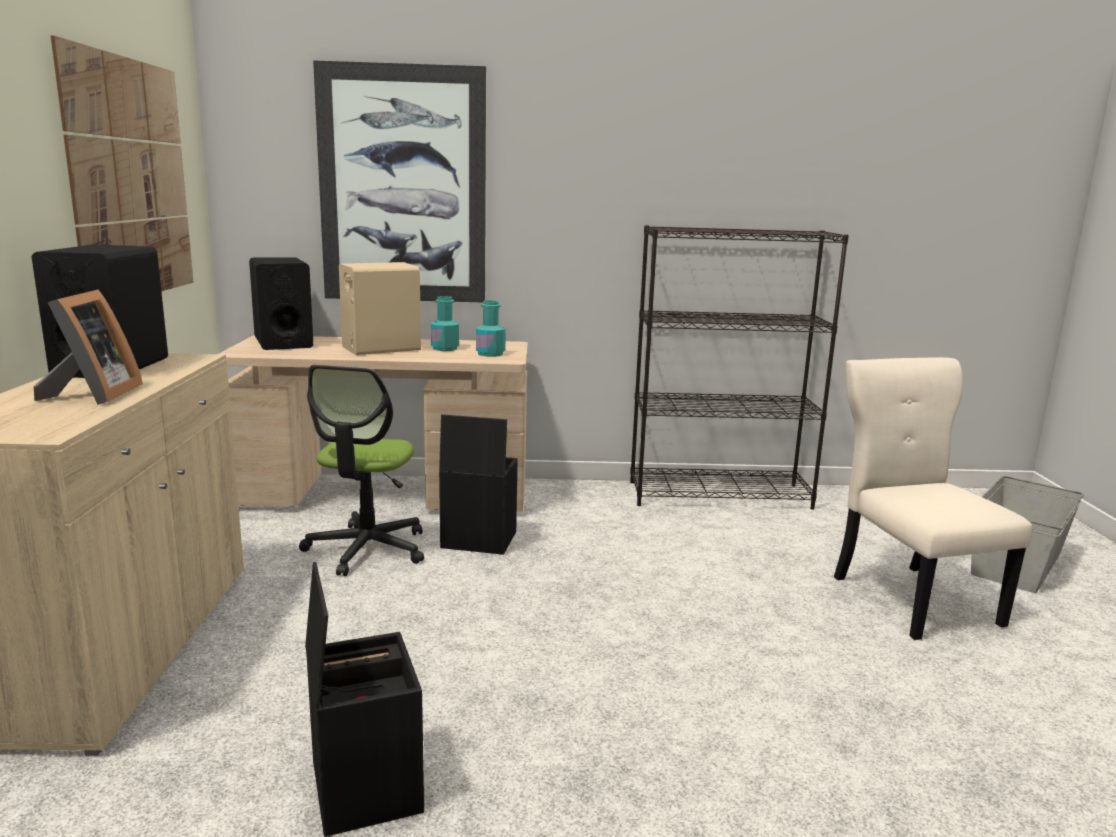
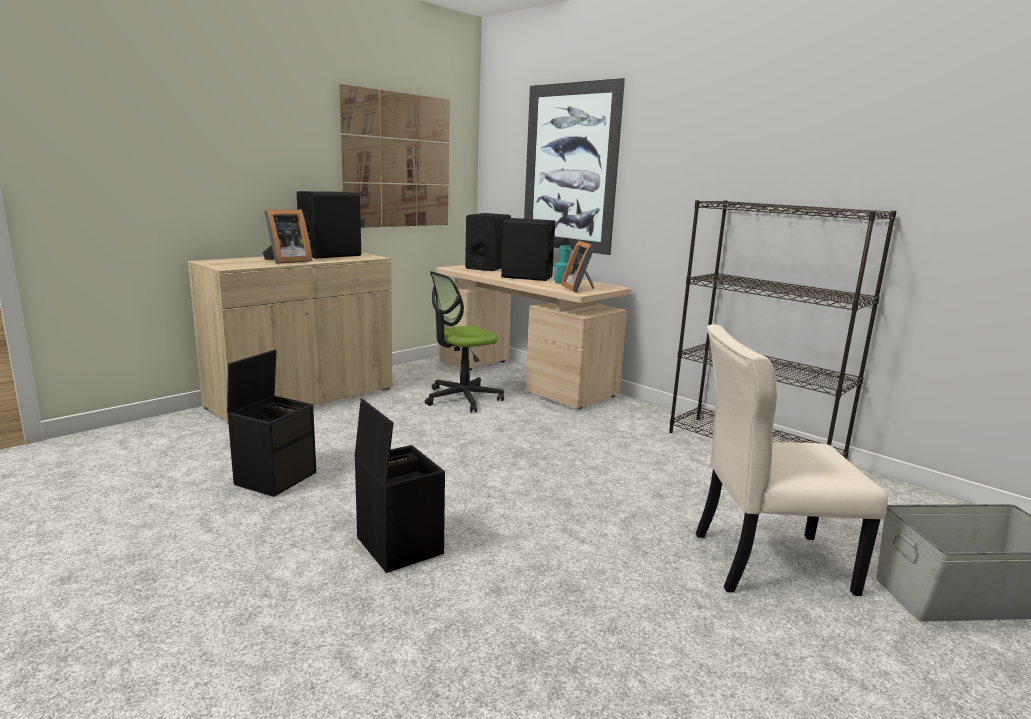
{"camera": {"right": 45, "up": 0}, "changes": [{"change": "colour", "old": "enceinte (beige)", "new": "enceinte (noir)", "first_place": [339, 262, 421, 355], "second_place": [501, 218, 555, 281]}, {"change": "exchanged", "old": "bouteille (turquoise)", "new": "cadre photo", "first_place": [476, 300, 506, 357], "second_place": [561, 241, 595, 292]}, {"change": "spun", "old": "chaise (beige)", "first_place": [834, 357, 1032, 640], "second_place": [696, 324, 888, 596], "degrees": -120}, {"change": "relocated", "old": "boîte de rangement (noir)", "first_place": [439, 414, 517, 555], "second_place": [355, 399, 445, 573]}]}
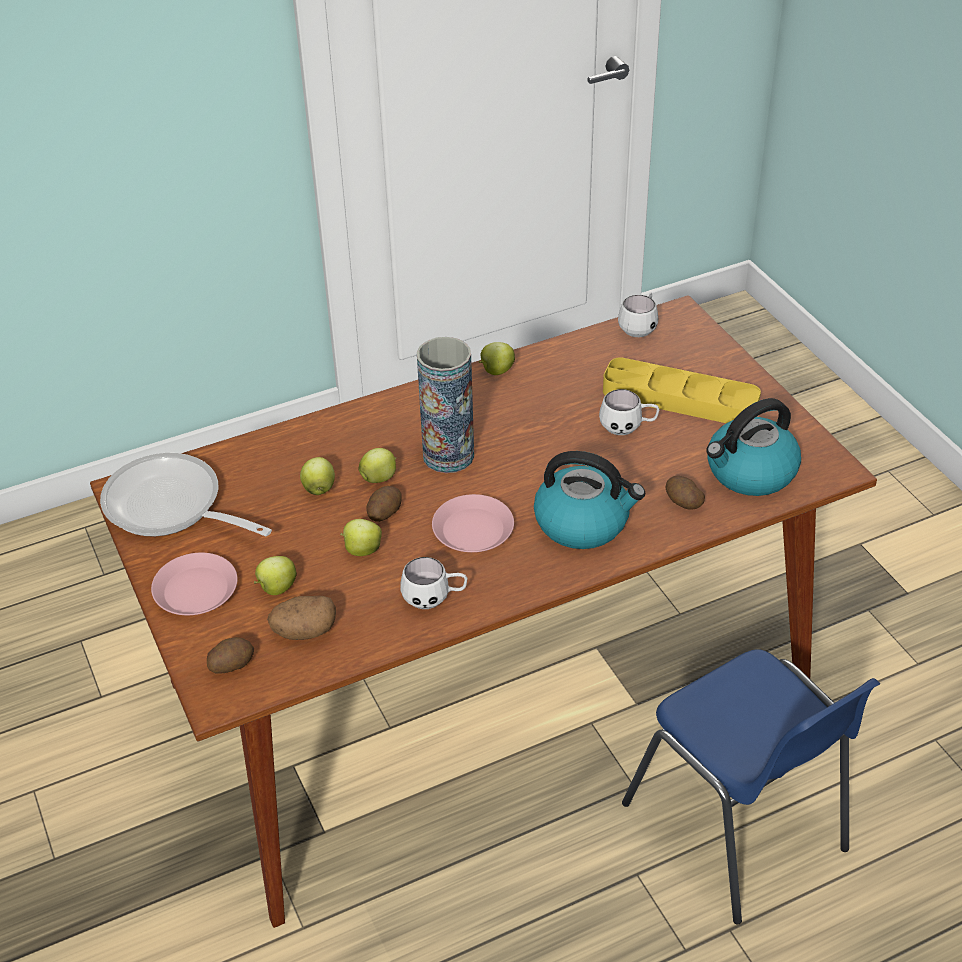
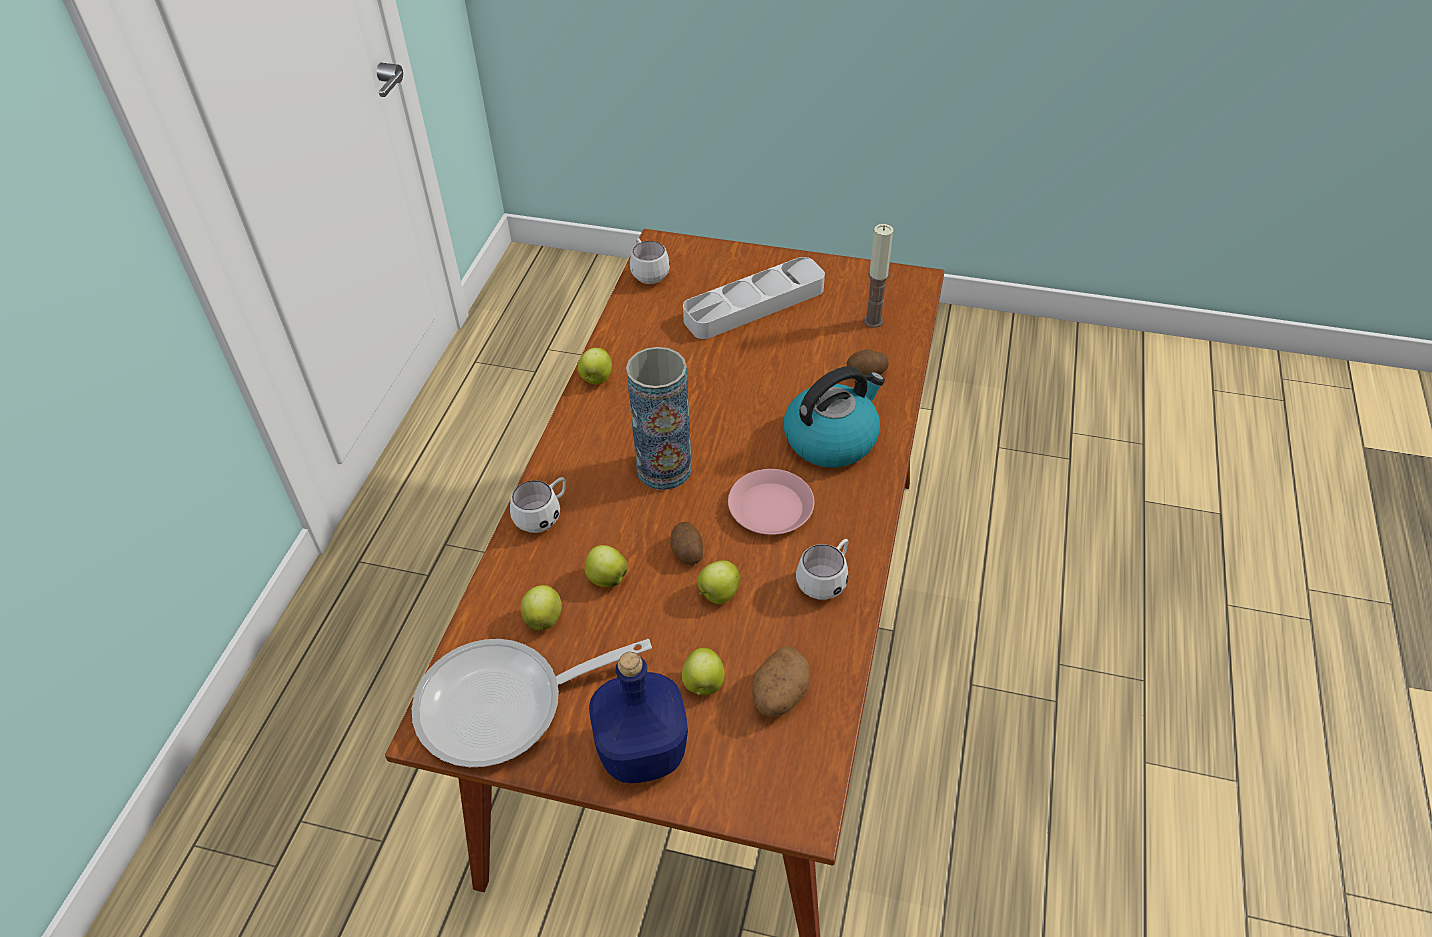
{"camera": {"right": -50, "up": 5}, "changes": [{"change": "colour", "old": "plateau (jaune)", "new": "plateau (gris)", "first_place": [603, 357, 761, 423], "second_place": [683, 257, 825, 339]}, {"change": "relocated", "old": "mug (blanc)", "first_place": [599, 389, 660, 435], "second_place": [510, 477, 566, 533]}, {"change": "exchanged", "old": "bouilloire", "new": "bougie", "first_place": [706, 398, 801, 496], "second_place": [864, 224, 893, 328]}, {"change": "relocated", "old": "pomme", "first_place": [359, 448, 396, 483], "second_place": [521, 585, 562, 631]}, {"change": "exchanged", "old": "assiette (rose)", "new": "bouteille (bleu)", "first_place": [151, 553, 237, 615], "second_place": [589, 652, 688, 783]}, {"change": "missing", "old": "pomme de terre", "first_place": [207, 637, 254, 674]}, {"change": "missing", "old": "chaise (bleu)", "first_place": [622, 649, 880, 924]}]}
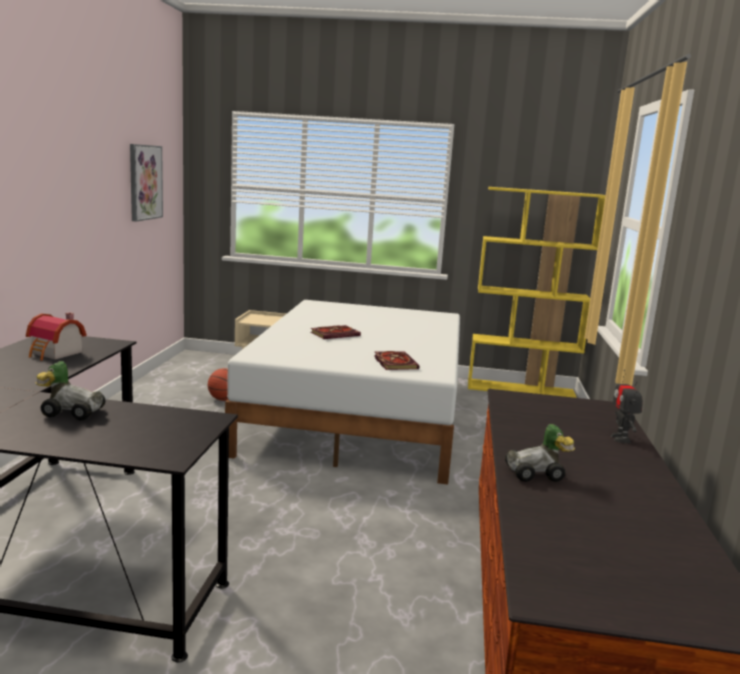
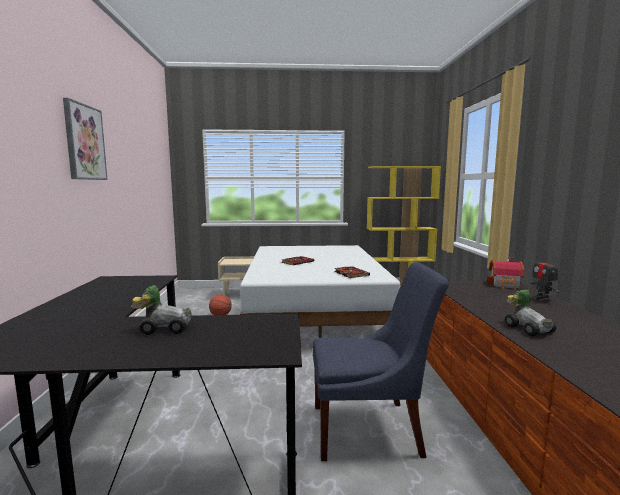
{"camera": {"right": -10, "up": -5}, "changes": [{"change": "relocated", "old": "tableau", "first_place": [130, 144, 163, 222], "second_place": [63, 98, 108, 180]}, {"change": "relocated", "old": "maison miniature", "first_place": [26, 312, 86, 360], "second_place": [487, 258, 524, 290]}, {"change": "spun", "old": "petite voiture", "first_place": [505, 424, 575, 482], "second_place": [505, 290, 557, 336], "degrees": -90}, {"change": "appeared", "new": "chaise (bleu)", "second_place": [313, 262, 449, 461]}]}
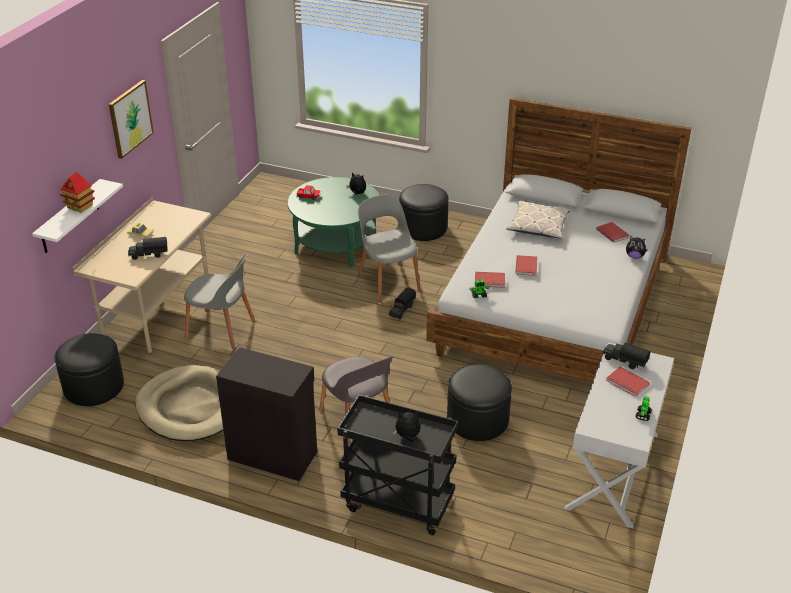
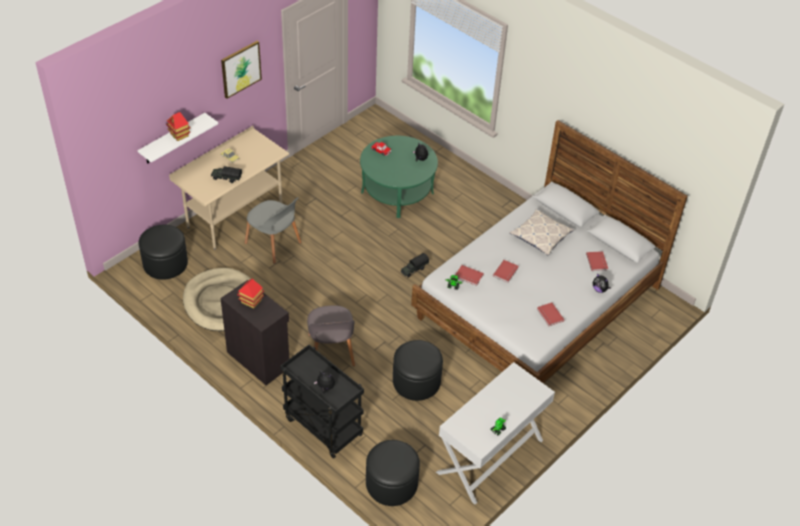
{"camera": {"right": 20, "up": 10}, "changes": [{"change": "relocated", "old": "pouf (noir)", "first_place": [399, 184, 449, 241], "second_place": [366, 440, 420, 506]}, {"change": "missing", "old": "chaise (gris)", "first_place": [358, 195, 421, 302]}, {"change": "missing", "old": "camion jouet", "first_place": [602, 343, 650, 369]}, {"change": "relocated", "old": "livre (rouge)", "first_place": [606, 367, 650, 397], "second_place": [537, 303, 565, 326]}, {"change": "appeared", "new": "maison miniature", "second_place": [237, 279, 264, 309]}]}
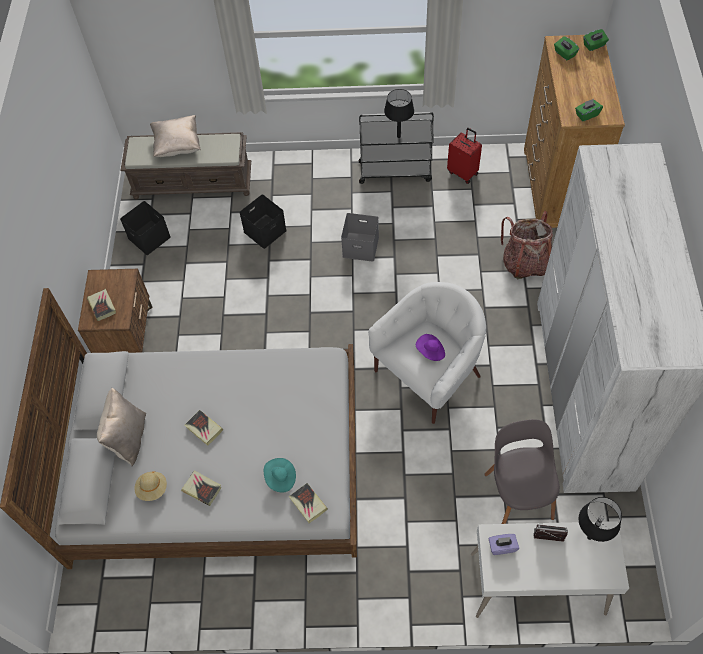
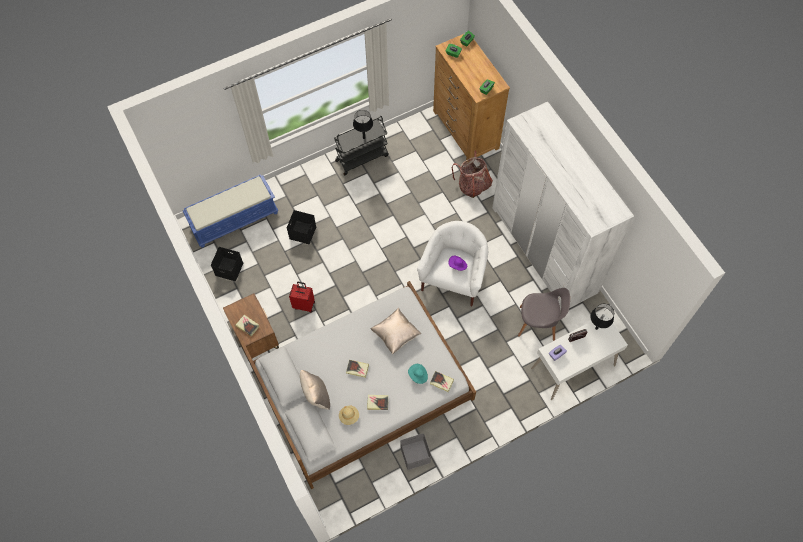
{"camera": {"right": -30, "up": 5}, "changes": [{"change": "relocated", "old": "coussin (beige)", "first_place": [150, 115, 201, 157], "second_place": [371, 307, 421, 354]}, {"change": "relocated", "old": "valise (rouge)", "first_place": [447, 128, 482, 184], "second_place": [289, 282, 315, 313]}, {"change": "colour", "old": "banc (marron)", "new": "banc (bleu)", "first_place": [120, 132, 251, 200], "second_place": [183, 174, 279, 248]}, {"change": "relocated", "old": "boîte de rangement (gris)", "first_place": [341, 213, 379, 262], "second_place": [400, 433, 431, 470]}, {"change": "spun", "old": "chaise (gris)", "first_place": [484, 419, 560, 524], "second_place": [518, 288, 570, 341], "degrees": 135}]}
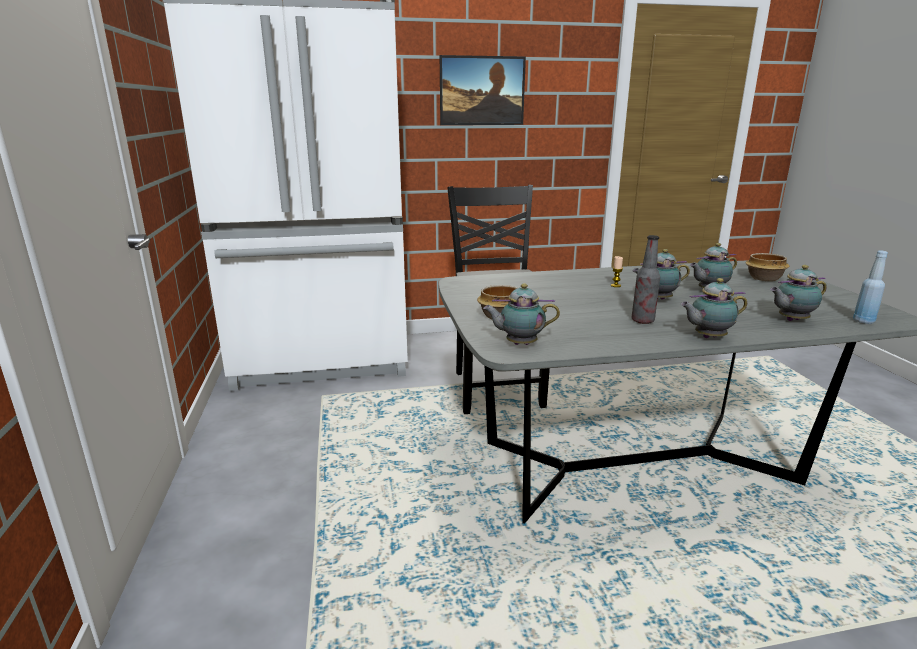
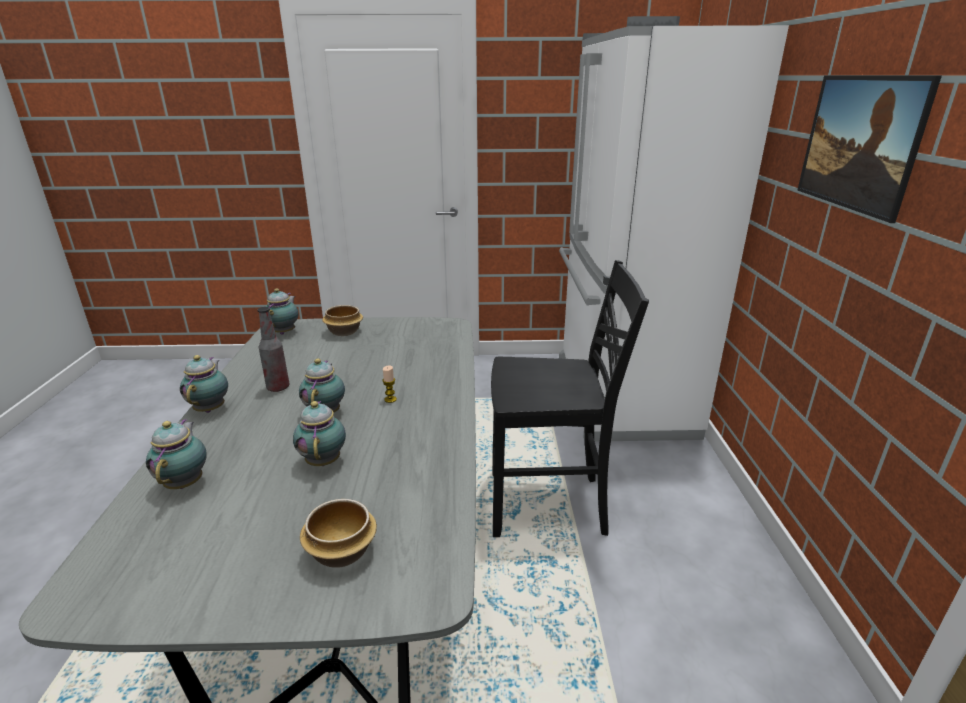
{"camera": {"right": 100, "up": 5}, "changes": [{"change": "missing", "old": "bouteille (bleu)", "first_place": [853, 250, 888, 324]}]}
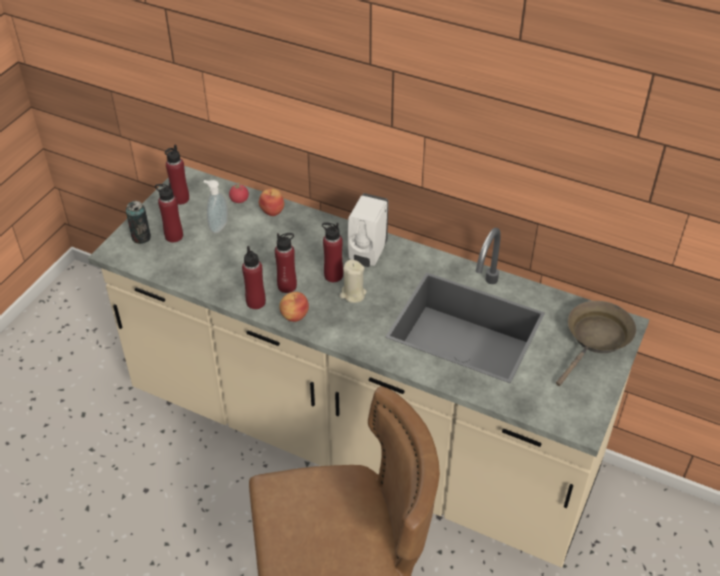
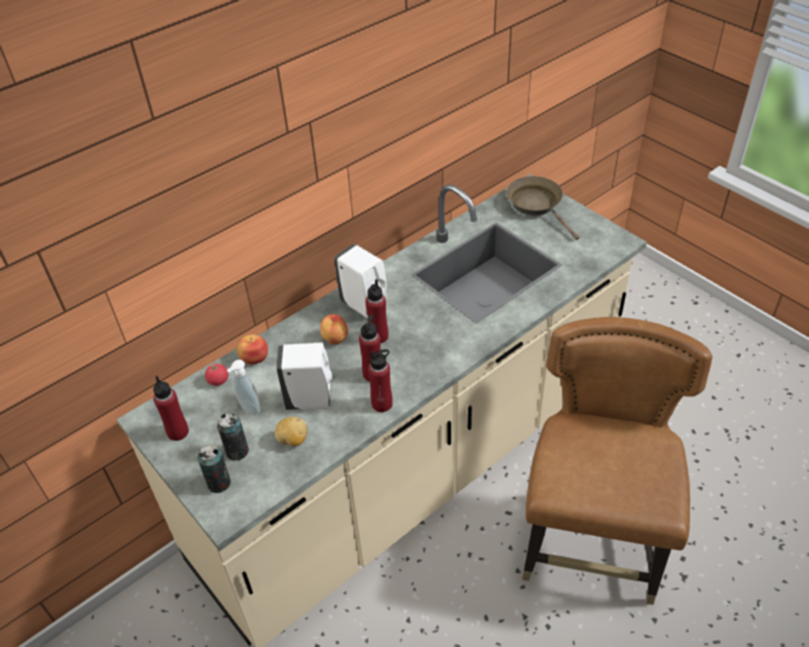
{"camera": {"right": -65, "up": 0}, "changes": [{"change": "exchanged", "old": "bouteille (rouge)", "new": "boîte métallique", "first_place": [155, 183, 183, 242], "second_place": [217, 413, 249, 461]}, {"change": "missing", "old": "bougie (beige)", "first_place": [340, 260, 367, 303]}, {"change": "relocated", "old": "pomme", "first_place": [279, 292, 309, 322], "second_place": [320, 314, 348, 345]}, {"change": "appeared", "new": "distributeur de savon (blanc)", "second_place": [276, 342, 332, 410]}, {"change": "appeared", "new": "pomme de terre", "second_place": [275, 417, 308, 446]}]}
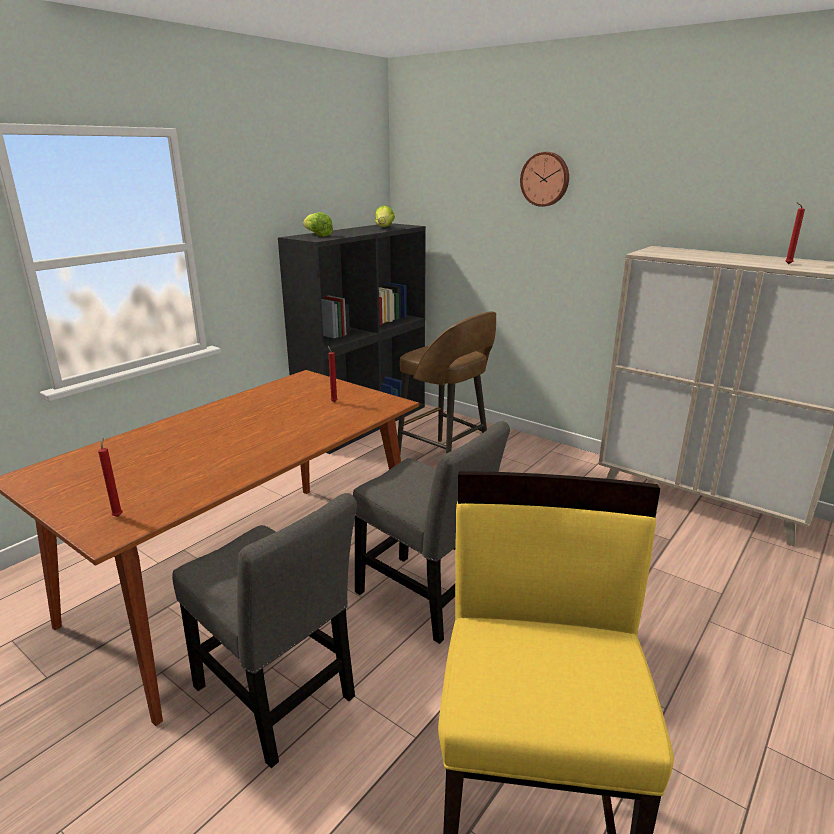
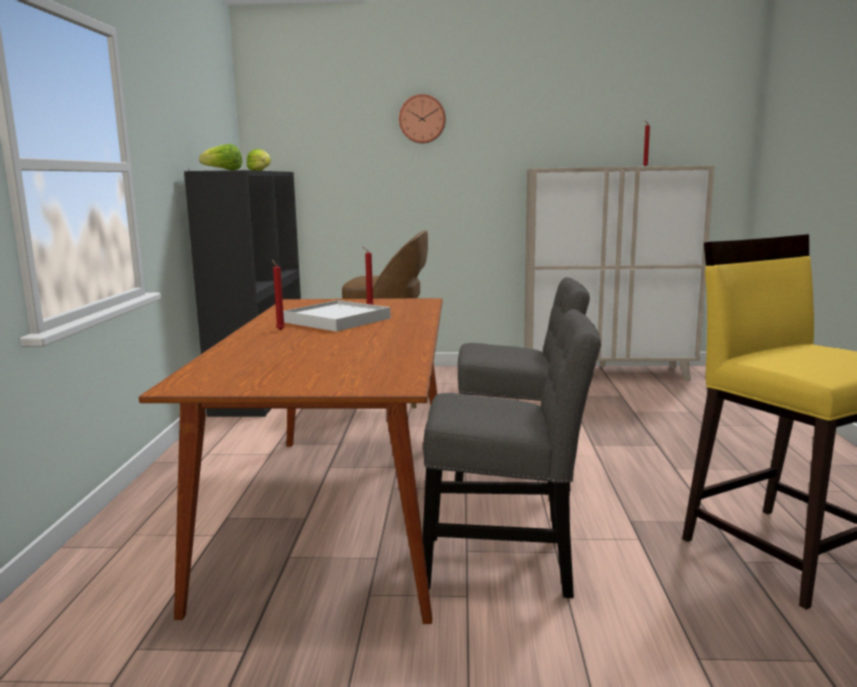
{"camera": {"right": -35, "up": -10}, "changes": [{"change": "relocated", "old": "bougie (rouge)", "first_place": [98, 438, 123, 517], "second_place": [272, 260, 285, 330]}, {"change": "appeared", "new": "plateau (blanc)", "second_place": [283, 300, 391, 332]}]}
